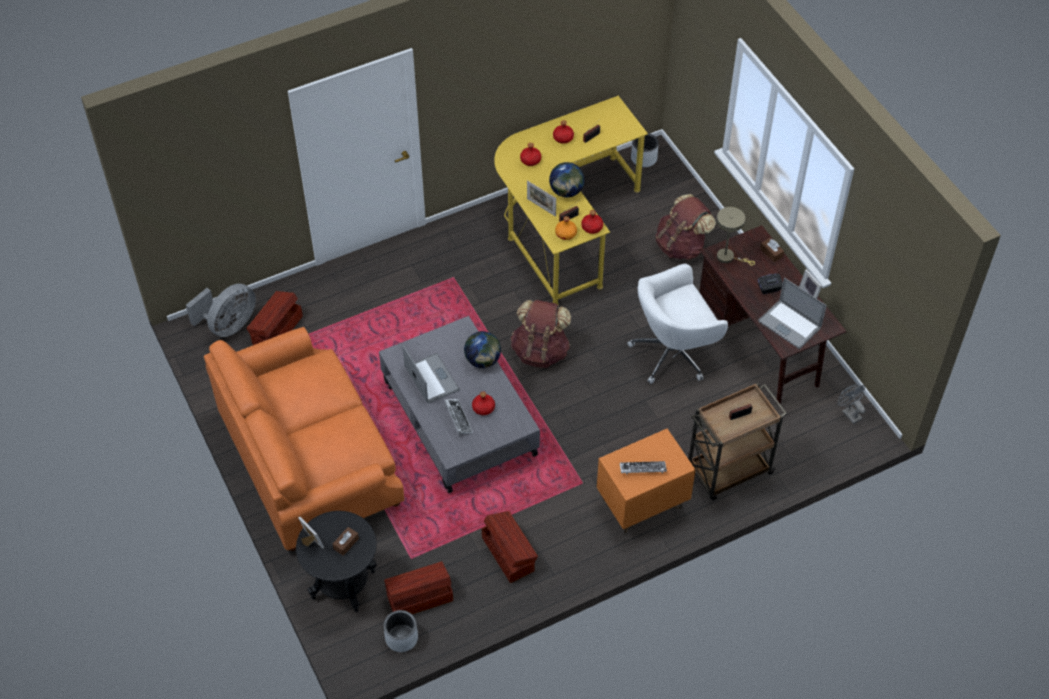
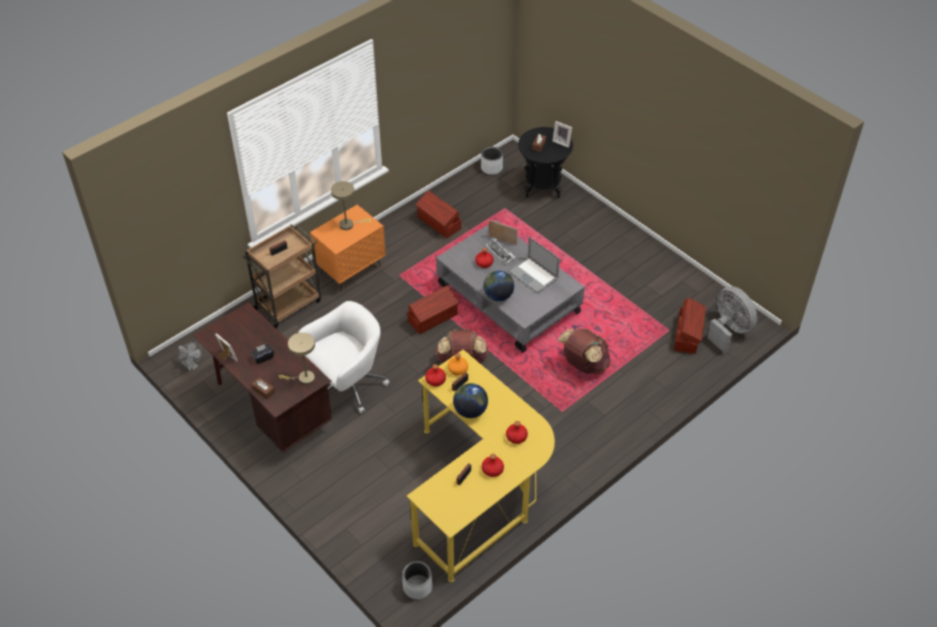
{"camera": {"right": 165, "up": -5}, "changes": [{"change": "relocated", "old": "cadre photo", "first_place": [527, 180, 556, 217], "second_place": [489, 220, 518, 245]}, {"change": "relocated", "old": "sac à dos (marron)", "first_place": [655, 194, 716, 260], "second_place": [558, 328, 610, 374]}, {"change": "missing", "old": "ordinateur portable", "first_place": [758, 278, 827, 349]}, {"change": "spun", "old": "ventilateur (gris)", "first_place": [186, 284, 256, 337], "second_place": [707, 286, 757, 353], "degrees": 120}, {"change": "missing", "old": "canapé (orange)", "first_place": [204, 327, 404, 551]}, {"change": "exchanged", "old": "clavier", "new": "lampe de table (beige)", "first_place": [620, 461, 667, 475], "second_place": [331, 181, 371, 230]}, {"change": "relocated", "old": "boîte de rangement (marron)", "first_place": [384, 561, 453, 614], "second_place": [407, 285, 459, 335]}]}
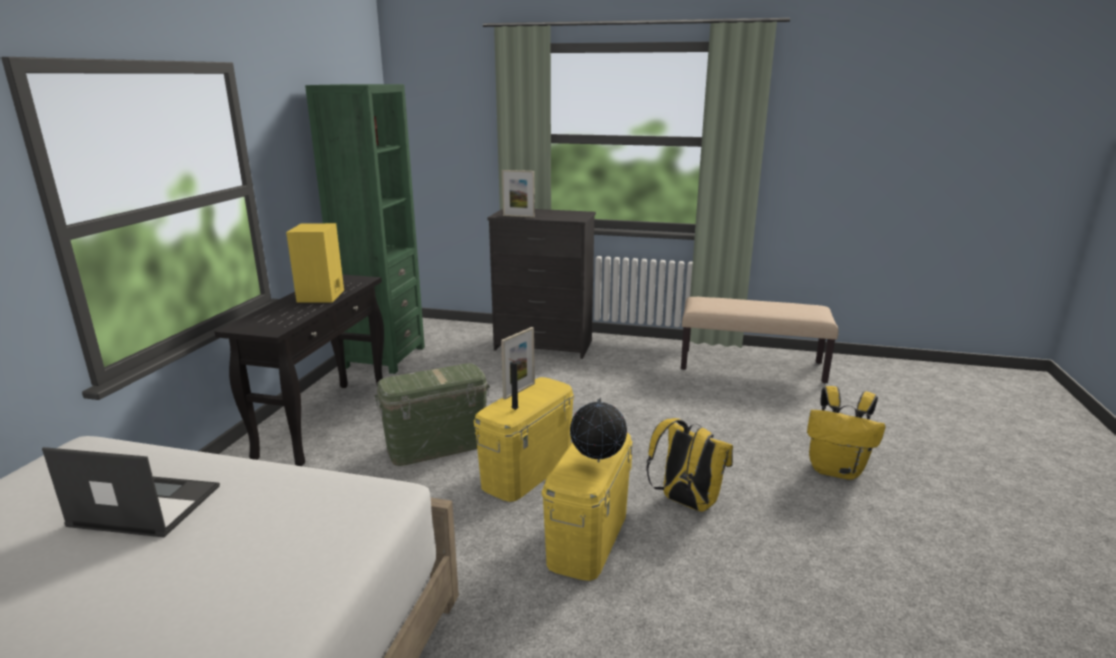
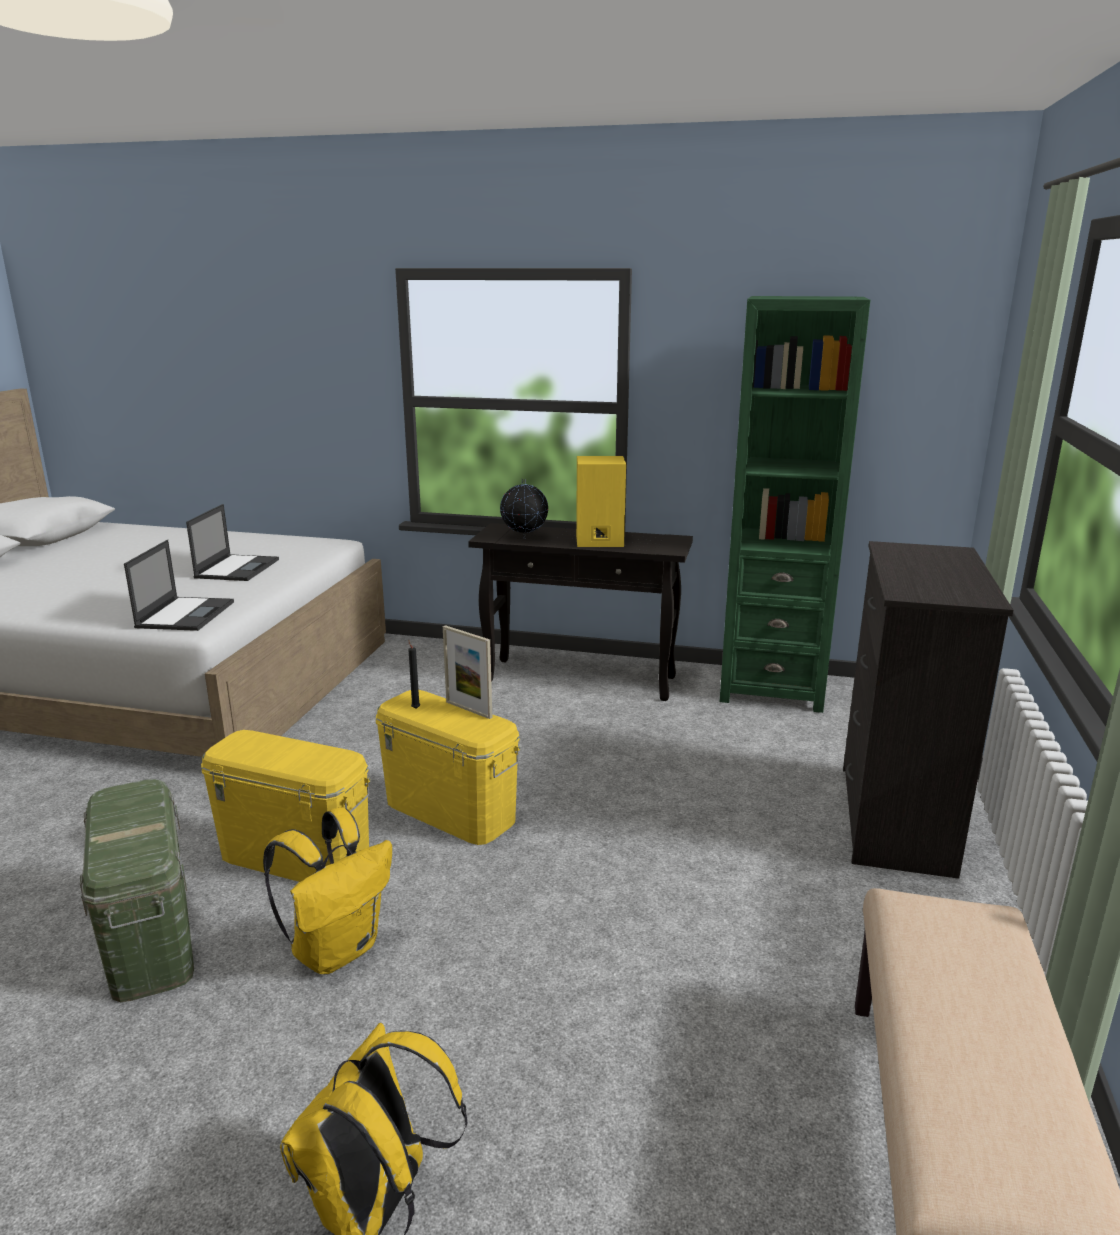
{"camera": {"right": 90, "up": 0}, "changes": [{"change": "missing", "old": "cadre photo", "first_place": [502, 170, 535, 218]}, {"change": "relocated", "old": "boîte de rangement (vert)", "first_place": [374, 363, 490, 466], "second_place": [80, 779, 194, 1002]}, {"change": "relocated", "old": "globe", "first_place": [570, 398, 627, 462], "second_place": [500, 479, 548, 539]}, {"change": "appeared", "new": "ordinateur portable", "second_place": [124, 540, 234, 631]}]}
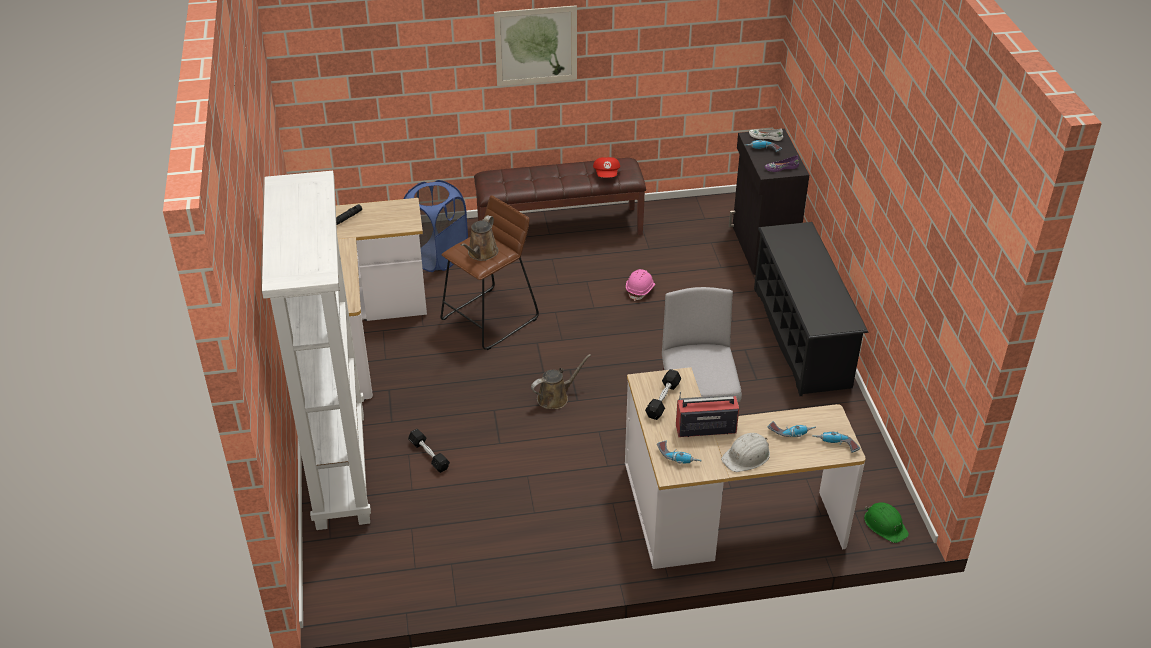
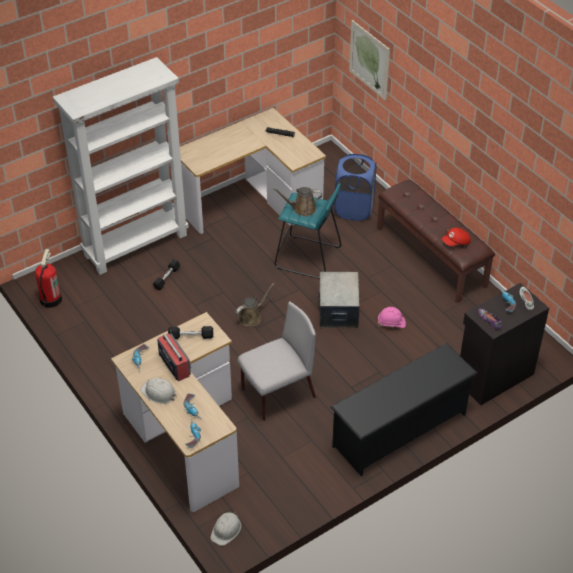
{"camera": {"right": 65, "up": 5}, "changes": [{"change": "relocated", "old": "tableau", "first_place": [494, 5, 577, 86], "second_place": [349, 20, 390, 101]}, {"change": "colour", "old": "tabouret (marron)", "new": "tabouret (turquoise)", "first_place": [440, 195, 539, 350], "second_place": [274, 184, 342, 279]}, {"change": "spun", "old": "arrosoir (marron)", "first_place": [531, 354, 591, 409], "second_place": [236, 283, 274, 326], "degrees": -75}, {"change": "colour", "old": "casque de chantier (vert)", "new": "casque de chantier (blanc)", "first_place": [864, 502, 909, 543], "second_place": [210, 512, 241, 546]}, {"change": "appeared", "new": "extincteur", "second_place": [35, 249, 62, 308]}, {"change": "appeared", "new": "boîte de rangement", "second_place": [317, 272, 360, 329]}]}
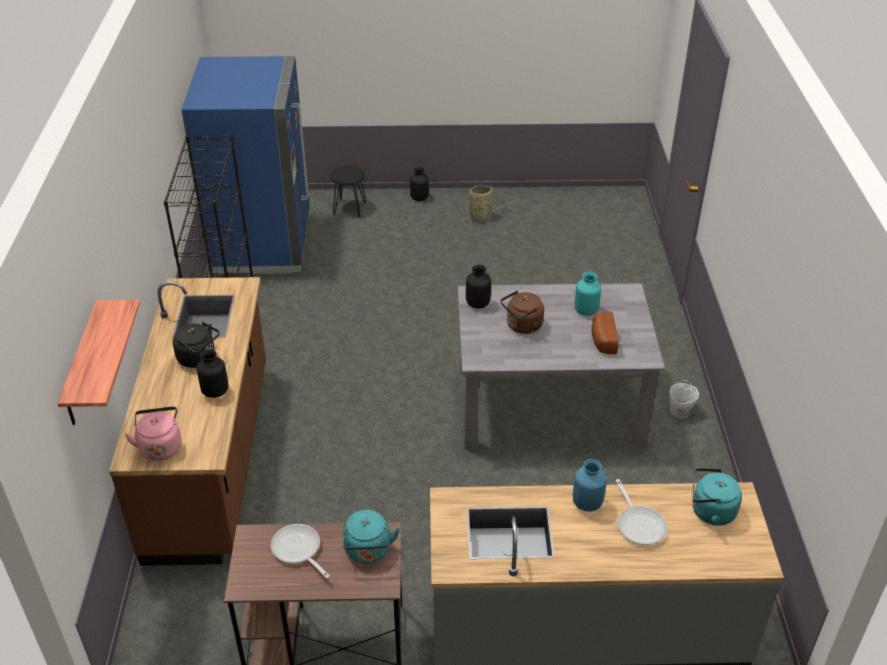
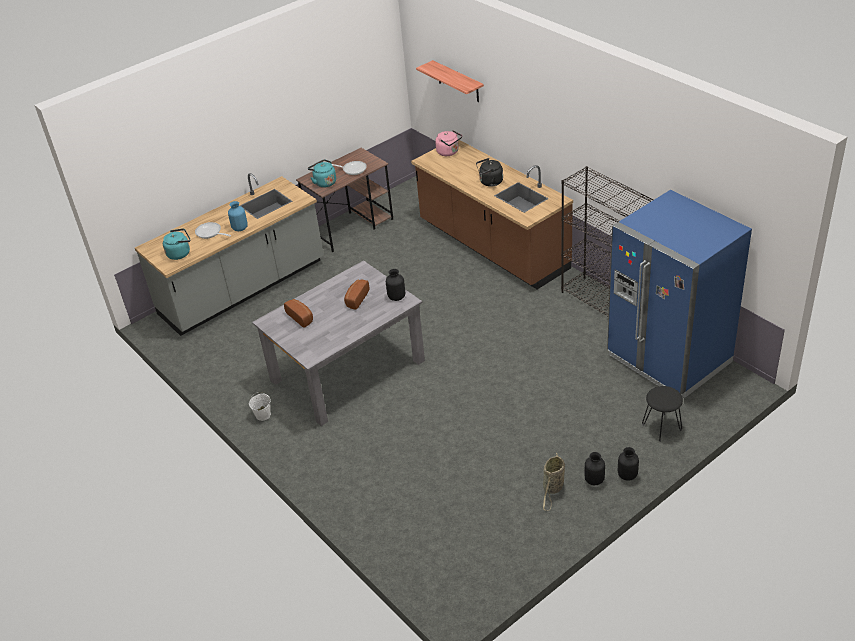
{"camera": {"right": 145, "up": 0}, "changes": [{"change": "missing", "old": "vase (turquoise)", "first_place": [574, 272, 601, 316]}, {"change": "exchanged", "old": "bouilloire (marron)", "new": "pain", "first_place": [500, 291, 544, 334], "second_place": [344, 279, 370, 310]}, {"change": "relocated", "old": "vase (noir)", "first_place": [196, 349, 229, 398], "second_place": [585, 452, 605, 485]}]}
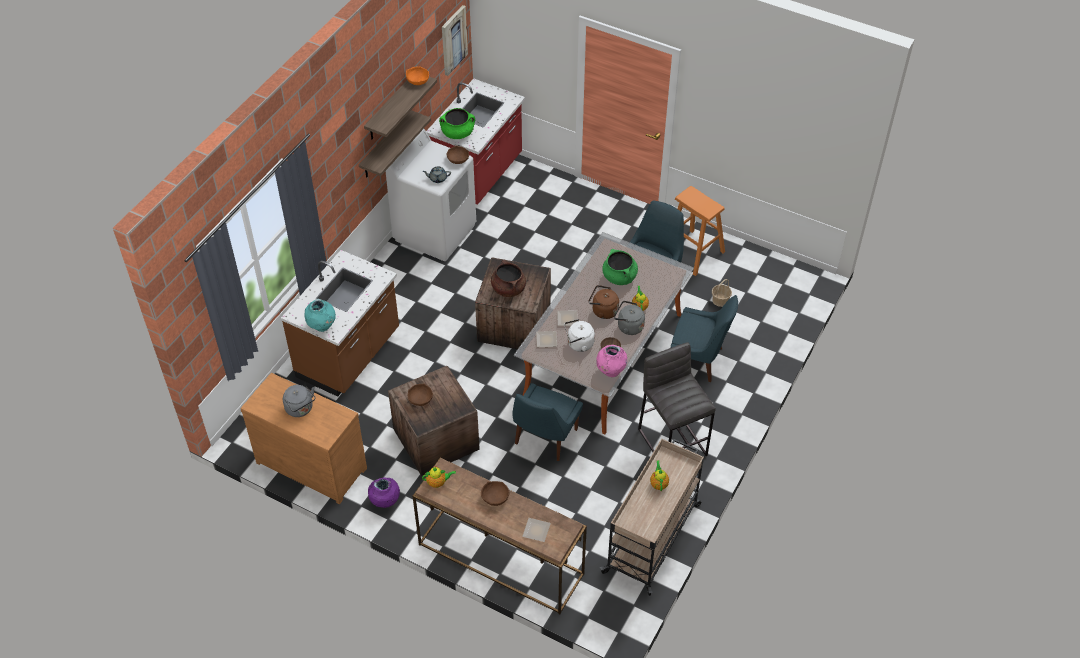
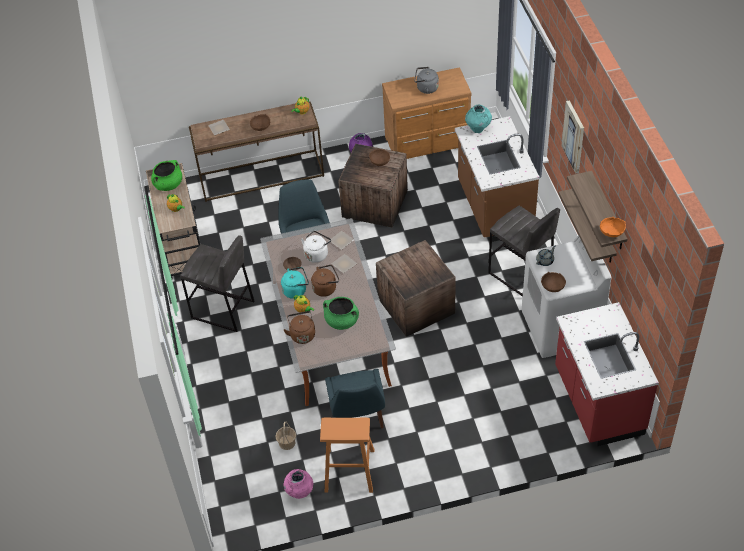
{"camera": {"right": 140, "up": 0}, "changes": [{"change": "relocated", "old": "tableau", "first_place": [442, 5, 468, 76], "second_place": [562, 100, 584, 174]}, {"change": "relocated", "old": "marmite (vert)", "first_place": [439, 108, 475, 139], "second_place": [151, 160, 182, 191]}, {"change": "missing", "old": "marmite (marron)", "first_place": [491, 259, 526, 297]}, {"change": "missing", "old": "chaise (bleu)", "first_place": [671, 295, 738, 382]}, {"change": "colour", "old": "bouilloire (gris)", "new": "bouilloire (turquoise)", "first_place": [614, 301, 645, 335], "second_place": [281, 267, 309, 299]}, {"change": "relocated", "old": "vase (rose)", "first_place": [596, 345, 627, 377], "second_place": [283, 469, 313, 499]}, {"change": "appeared", "new": "tabouret (gris)", "second_place": [488, 206, 560, 297]}, {"change": "appeared", "new": "bouilloire (marron)", "second_place": [284, 311, 315, 344]}]}
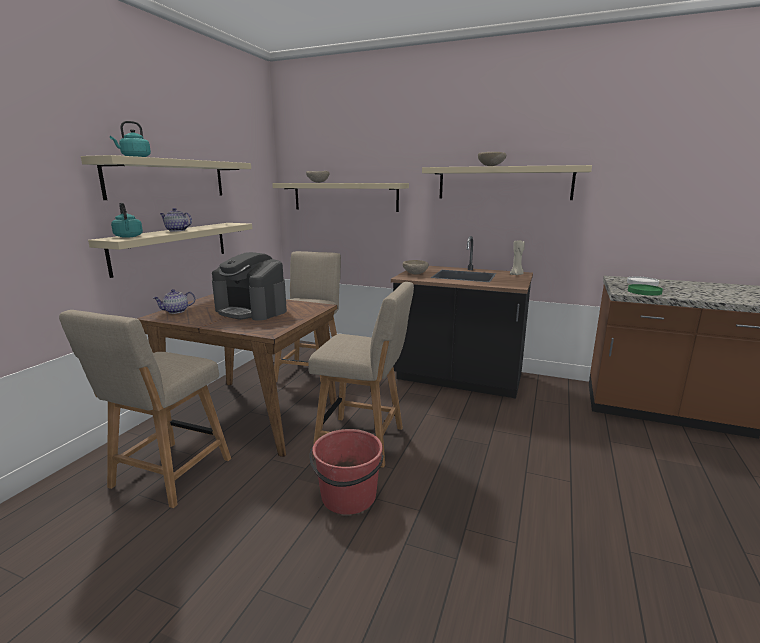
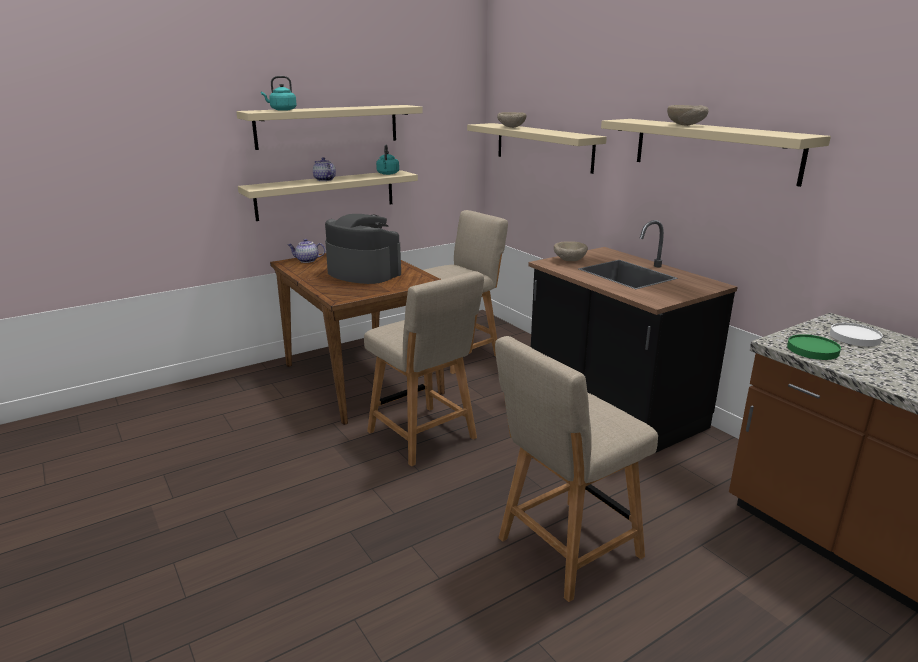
{"camera": {"right": 35, "up": 5}, "changes": [{"change": "relocated", "old": "bouilloire (turquoise)", "first_place": [111, 202, 143, 238], "second_place": [376, 145, 399, 175]}, {"change": "missing", "old": "bougie (beige)", "first_place": [510, 239, 525, 275]}, {"change": "spun", "old": "machine à café", "first_place": [212, 252, 287, 321], "second_place": [325, 214, 401, 284], "degrees": 150}, {"change": "relocated", "old": "chaise (beige)", "first_place": [59, 310, 231, 508], "second_place": [495, 336, 658, 602]}, {"change": "missing", "old": "seau (rouge)", "first_place": [309, 429, 384, 515]}]}
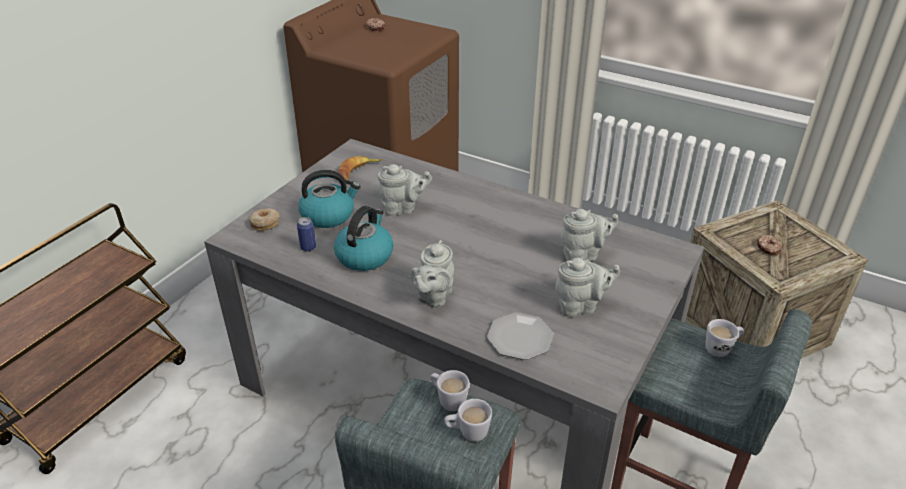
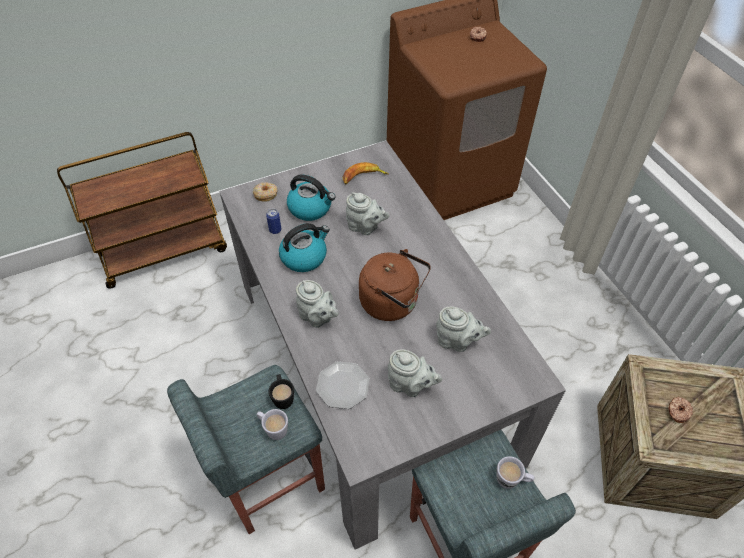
{"camera": {"right": 35, "up": 15}, "changes": [{"change": "spun", "old": "théière (gris)", "first_place": [410, 240, 454, 308], "second_place": [296, 280, 339, 328], "degrees": -105}, {"change": "colour", "old": "mug (blanc)", "new": "mug (noir)", "first_place": [430, 370, 470, 411], "second_place": [269, 374, 294, 409]}, {"change": "appeared", "new": "bouilloire (marron)", "second_place": [359, 249, 431, 321]}]}
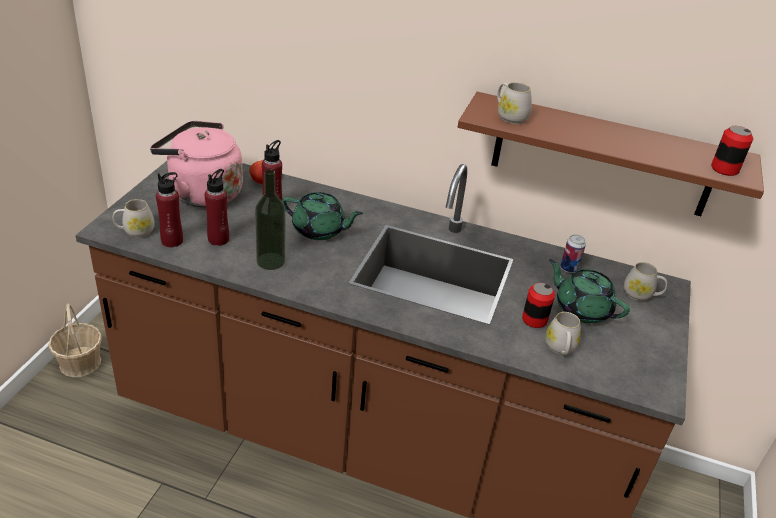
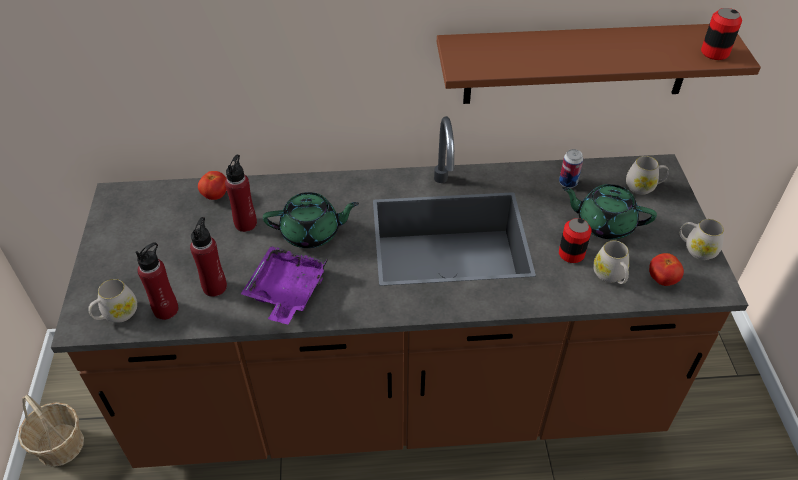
{"camera": {"right": -20, "up": 10}, "changes": [{"change": "relocated", "old": "mug (blanc)", "first_place": [497, 82, 532, 124], "second_place": [680, 219, 724, 260]}, {"change": "missing", "old": "bouilloire (rose)", "first_place": [150, 121, 243, 208]}, {"change": "exchanged", "old": "bouteille", "new": "plateau (violet)", "first_place": [255, 169, 285, 270], "second_place": [241, 246, 328, 324]}, {"change": "appeared", "new": "tomate", "second_place": [649, 253, 684, 286]}]}
